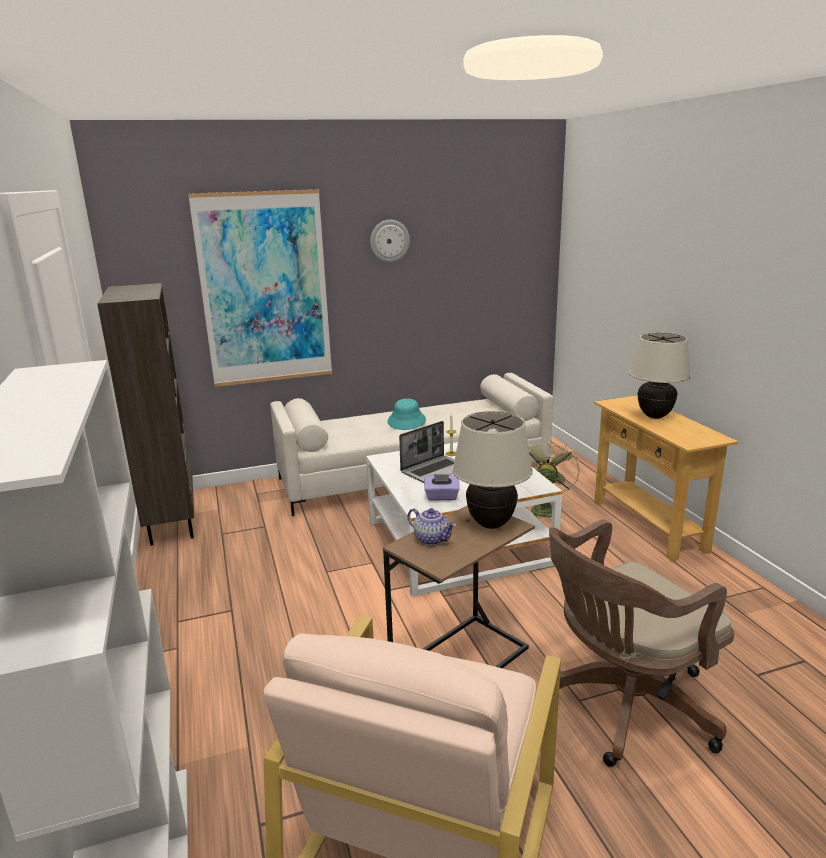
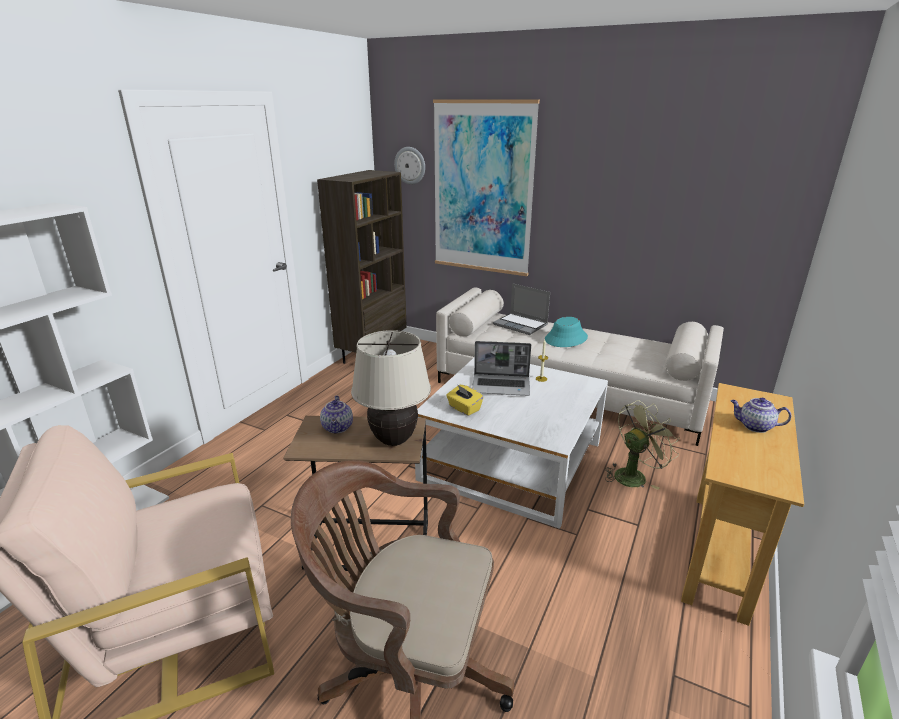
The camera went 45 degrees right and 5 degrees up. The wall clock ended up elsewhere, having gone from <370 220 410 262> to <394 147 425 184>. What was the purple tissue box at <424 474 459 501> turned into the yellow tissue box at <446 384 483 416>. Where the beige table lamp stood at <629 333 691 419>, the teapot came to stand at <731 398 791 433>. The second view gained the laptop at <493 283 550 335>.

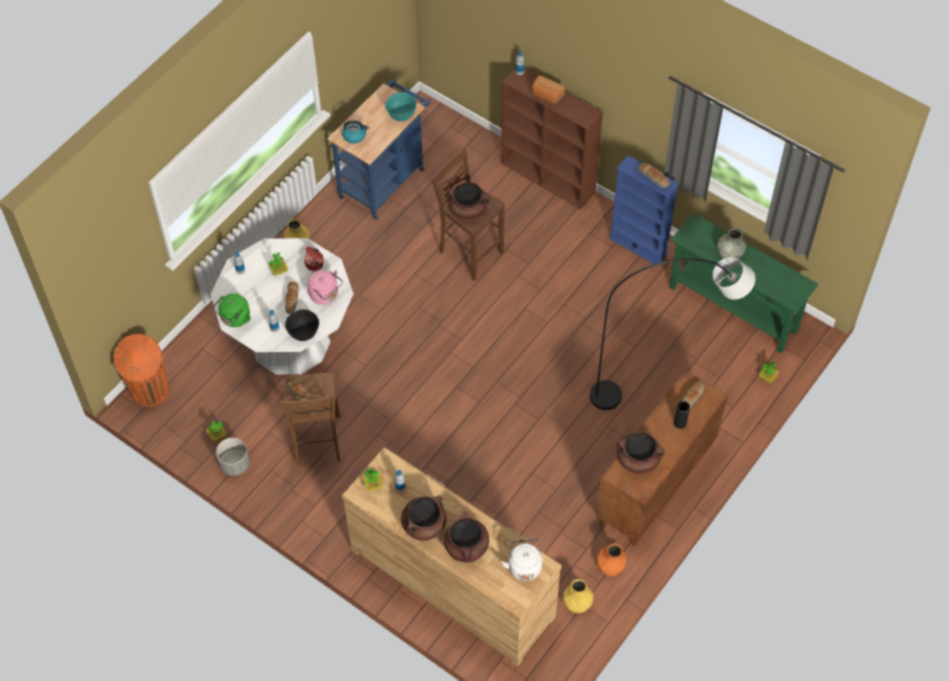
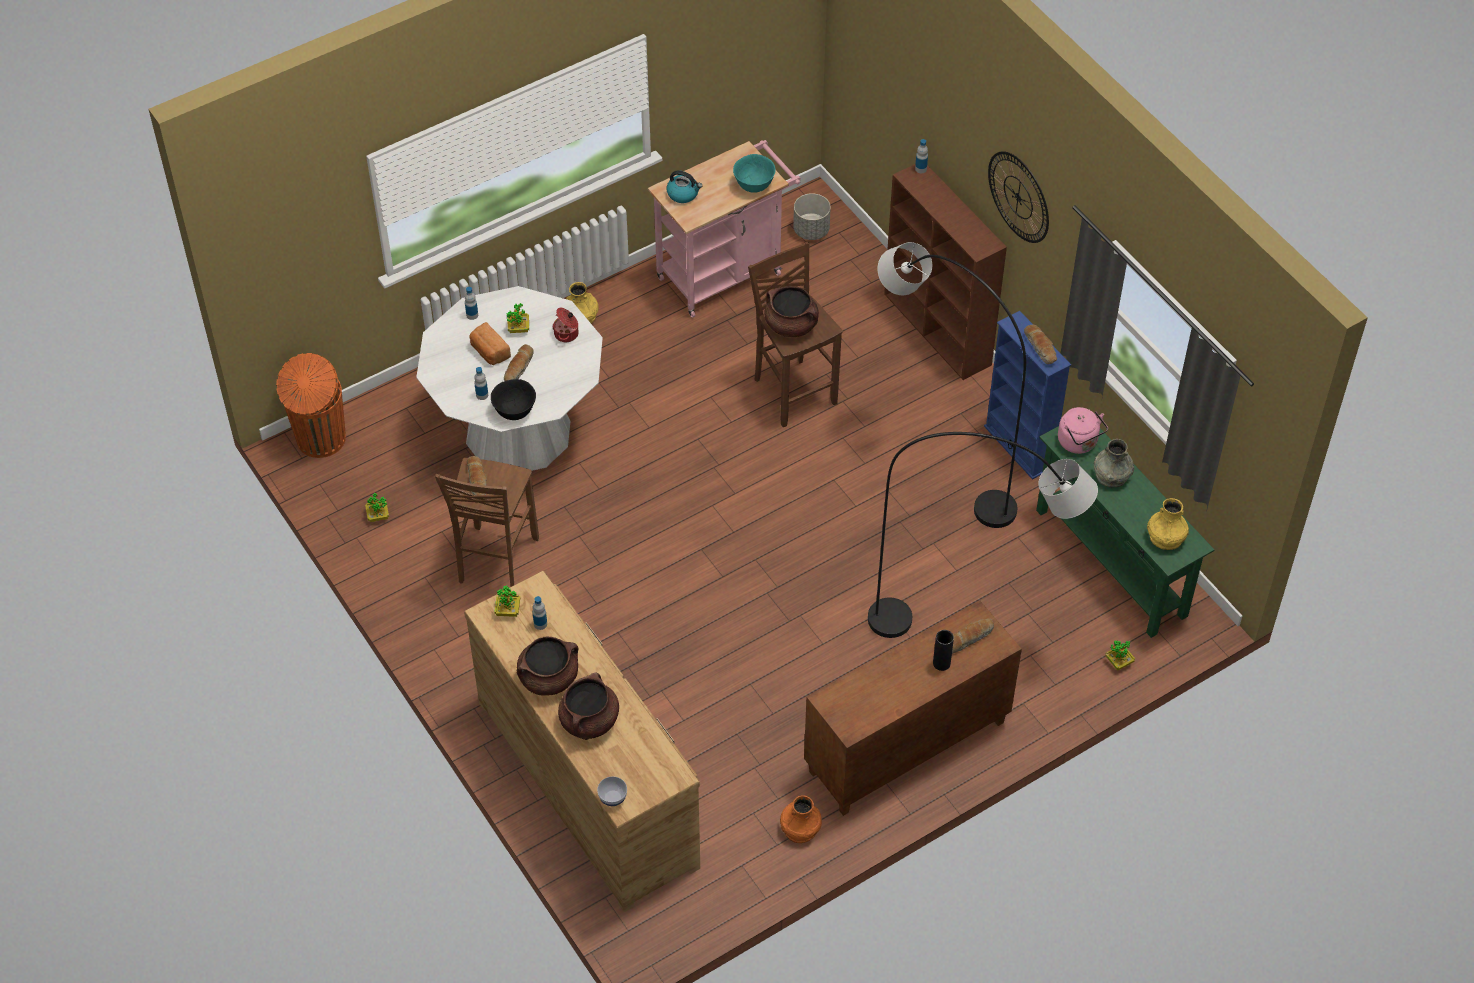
The camera went 20 degrees right and 5 degrees down. The second view lost the green kettle at <212 293 251 327>. The grey planter ended up elsewhere, having gone from <216 438 250 476> to <793 193 831 240>. The pink kettle ended up elsewhere, having gone from <308 270 343 305> to <1058 407 1108 454>. What was the blue cart at <328 79 431 220> turned into the pink cart at <648 140 801 318>. The second view lost the white kettle at <501 538 542 581>. The bread ended up elsewhere, having gone from <532 75 565 104> to <469 322 511 365>. The yellow vase ended up elsewhere, having gone from <563 579 593 613> to <1147 498 1189 550>. The second view lost the brown cooking pot at <617 432 664 474>. The second view gained the bowl at <597 777 627 806>. The second view gained the black floor lamp at <877 242 1026 528>. The second view gained the wall clock at <988 151 1049 243>.

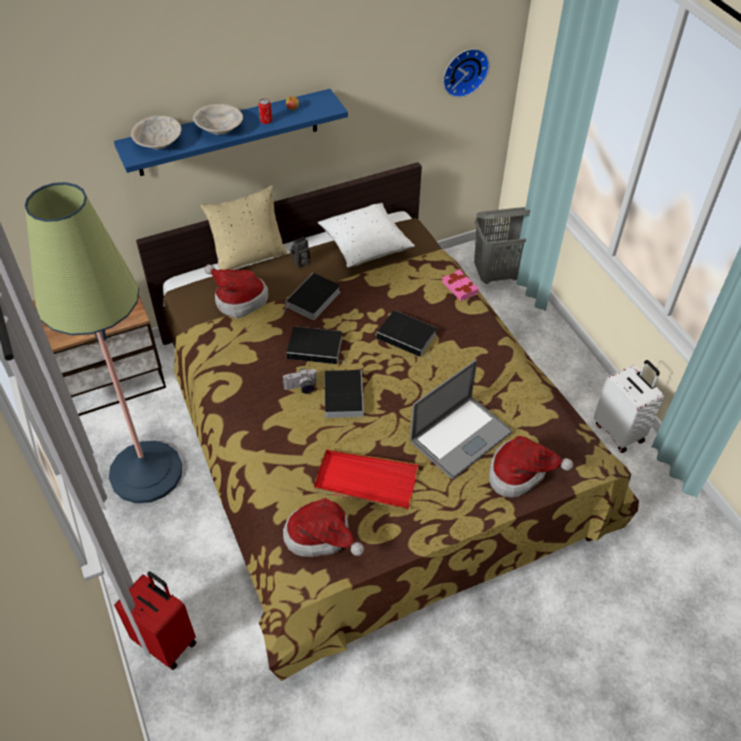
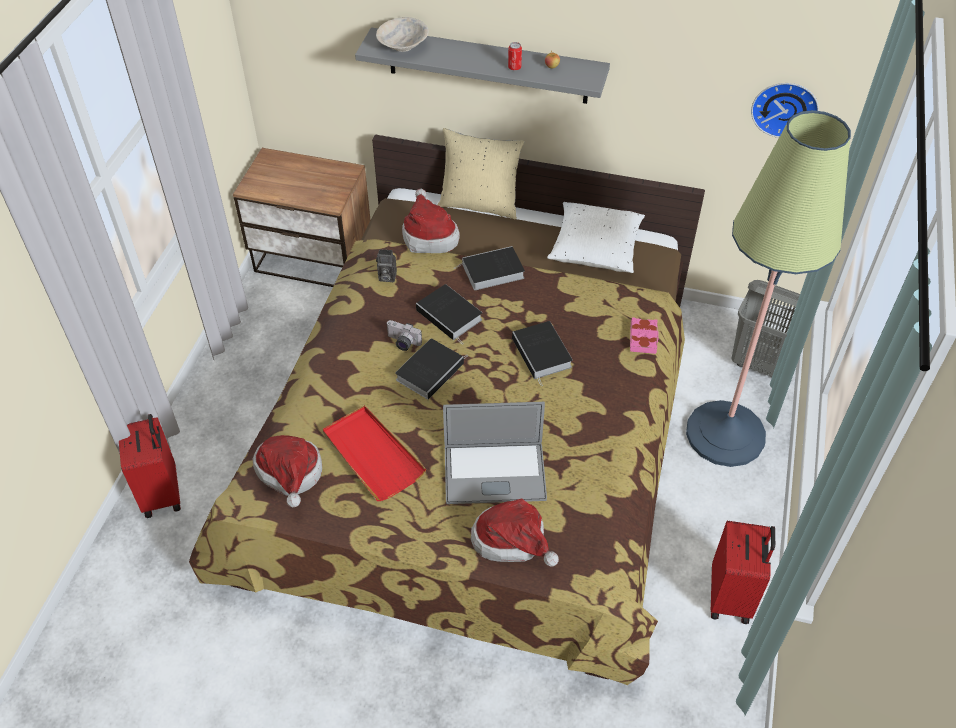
The camera went 40 degrees right and 0 degrees up. The floor lamp ended up elsewhere, having gone from <25 182 182 503> to <686 110 851 467>. What was the blue shelf at <114 89 348 176> turned into the grey shelf at <355 28 610 104>. The second view lost the beige bowl at <193 104 243 135>. The photo camera ended up elsewhere, having gone from <290 237 310 268> to <376 249 397 282>. What was the white suitcase at <594 360 664 453> turned into the red suitcase at <711 521 775 624>.

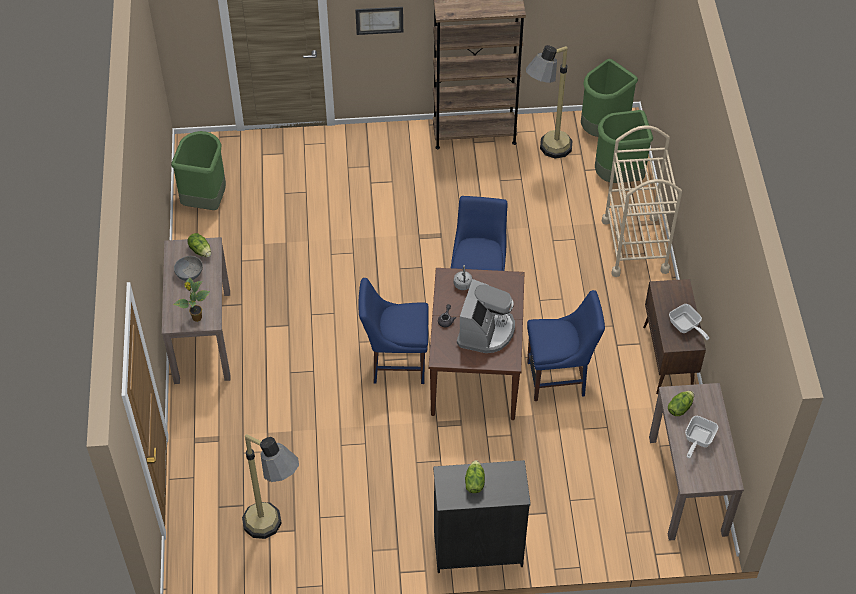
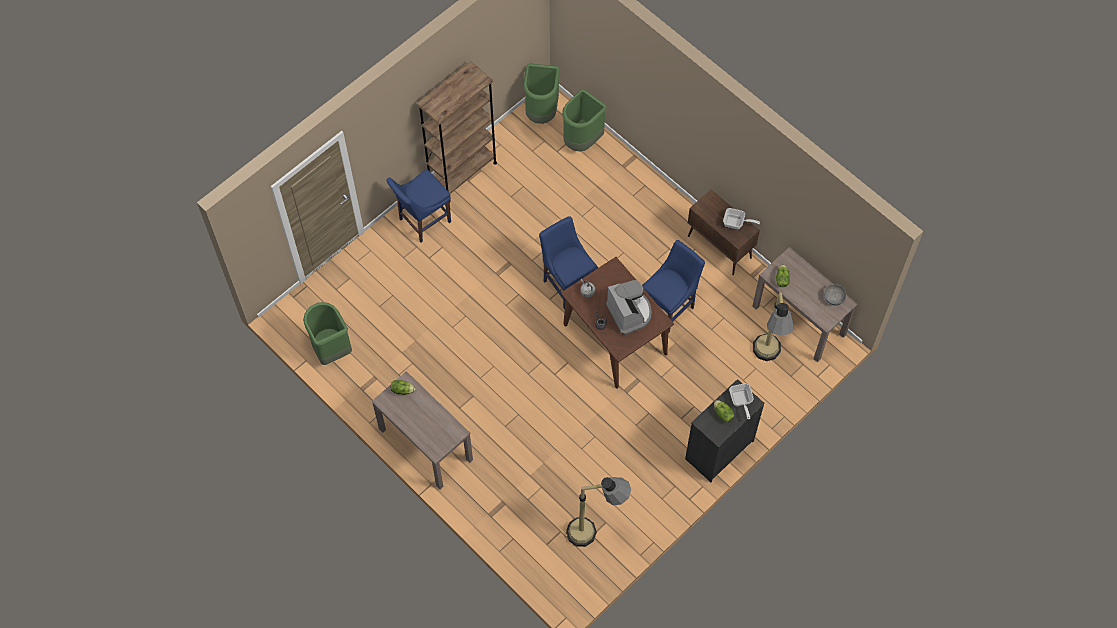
The camera went 40 degrees left and 10 degrees up. The second view lost the potted plant at <173 277 210 322>. The grey bowl ended up elsewhere, having gone from <174 256 203 281> to <824 284 846 305>. The second view lost the picture at <355 7 403 35>. The blue chair ended up elsewhere, having gone from <359 278 429 384> to <386 169 451 243>. The floor lamp ended up elsewhere, having gone from <526 45 573 159> to <753 292 794 361>. The second view lost the beige cart at <601 125 682 277>. The frying pan ended up elsewhere, having gone from <685 416 718 458> to <729 383 754 419>.

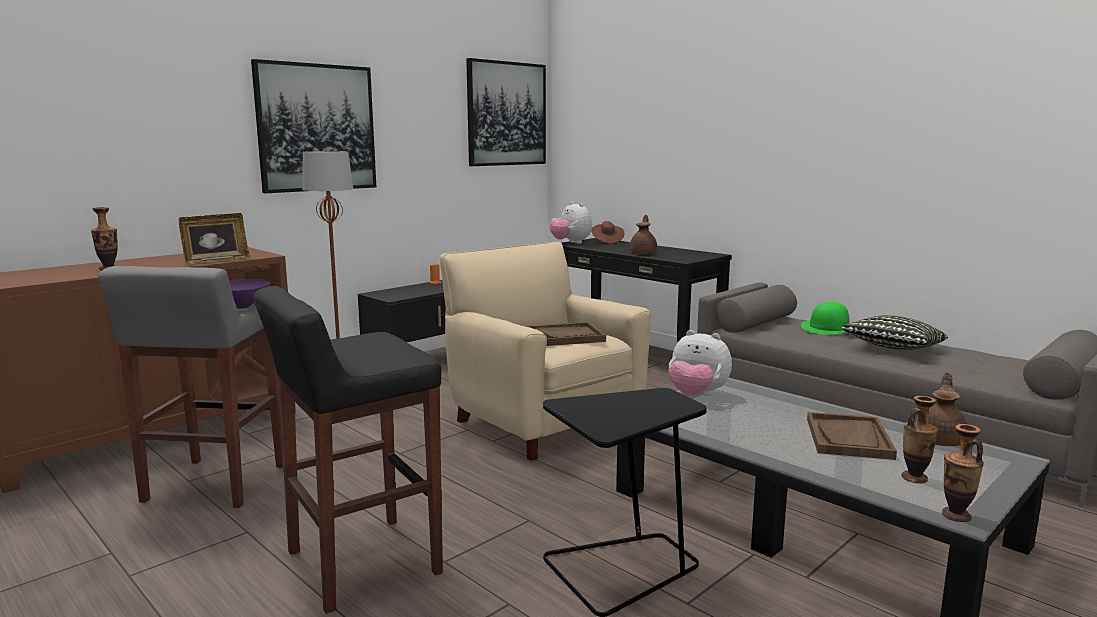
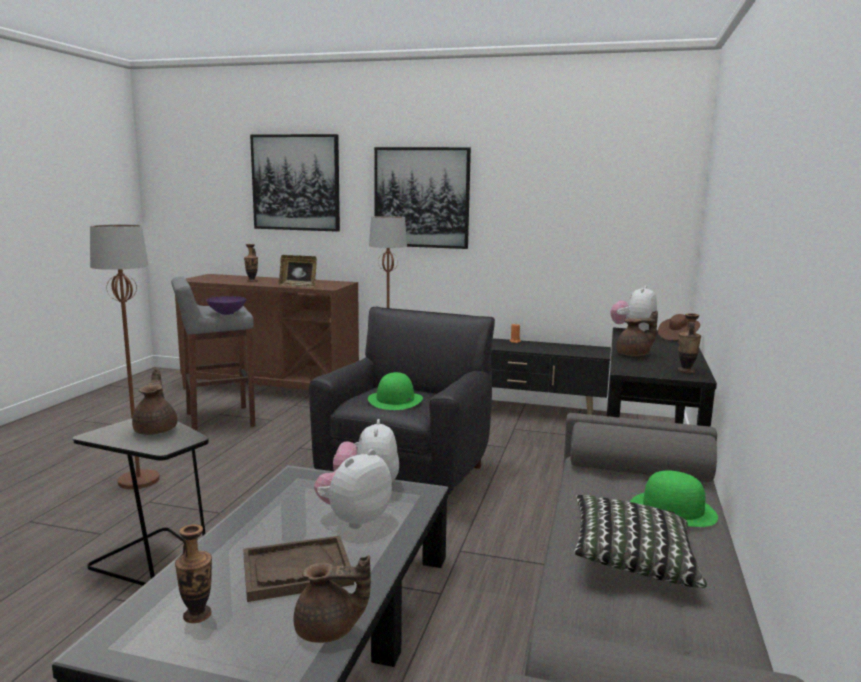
The camera went 60 degrees right and 0 degrees up. Where the black stool stood at <253 286 443 614>, the brown floor lamp came to stand at <90 224 160 489>. What was the beige armchair at <440 241 651 461> turned into the black armchair at <309 307 495 495>. The picture ended up elsewhere, having gone from <466 58 546 166> to <250 134 340 232>. Where the brown tray stood at <526 322 606 346>, the green hat came to stand at <368 372 423 410>. The vase ended up elsewhere, having gone from <942 424 984 522> to <678 313 701 373>. The second view gained the brown teapot at <132 368 177 435>. The second view gained the plush toy at <314 449 392 529>.

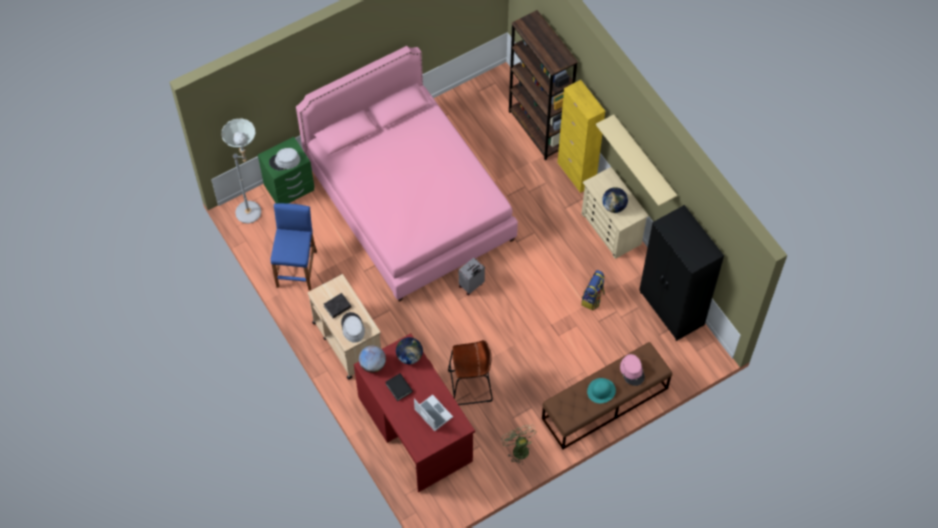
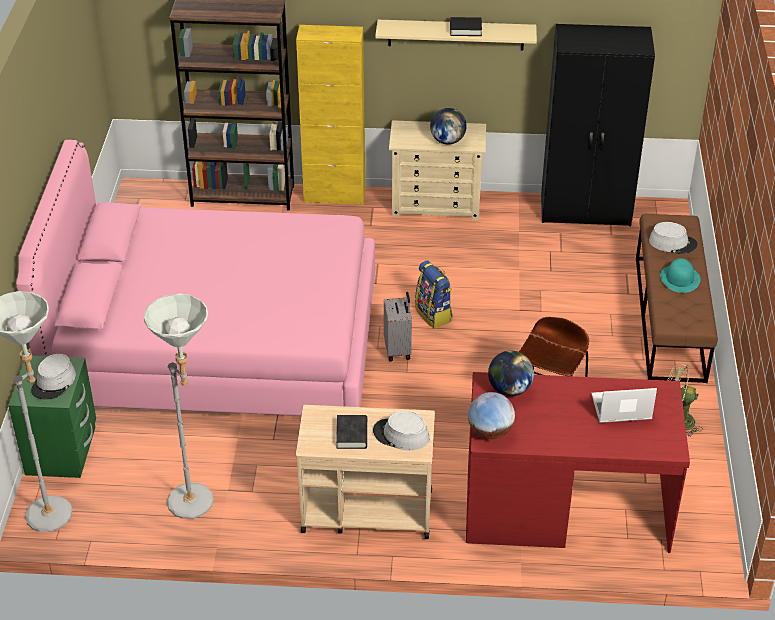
The camera went 55 degrees left and 20 degrees down. Where the blue stool stood at <271 203 317 291>, the grey floor lamp came to stand at <144 293 213 519>. The black book ended up elsewhere, having gone from <386 373 413 401> to <450 17 482 36>. The backpack ended up elsewhere, having gone from <581 270 605 310> to <415 261 453 328>. What was the pink hat at <620 354 645 386> turned into the grey hat at <649 222 698 254>.

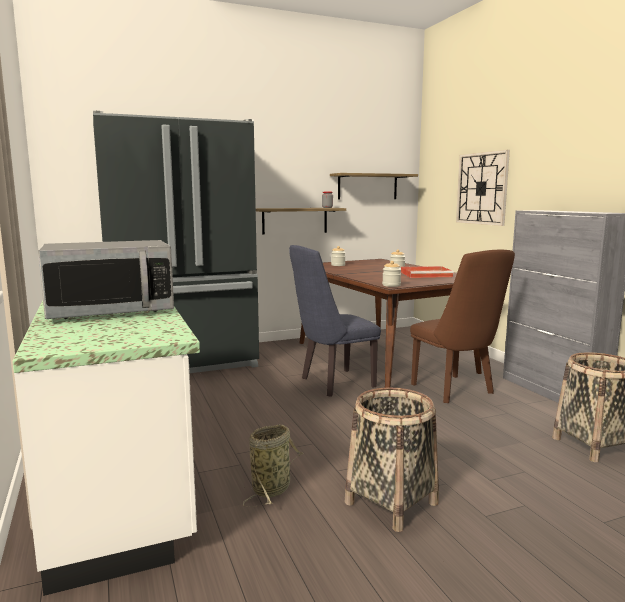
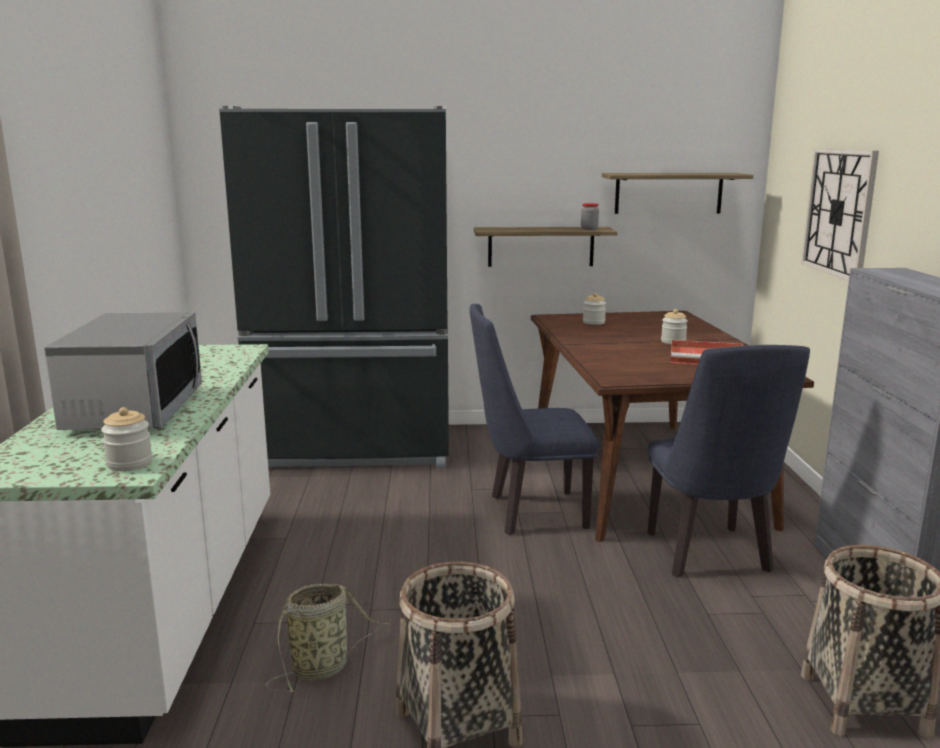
The camera went 20 degrees right and 5 degrees up. The microwave at <38 240 174 319> ended up facing another way, 90 degrees counterclockwise from before. The jar ended up elsewhere, having gone from <382 261 401 287> to <101 407 153 471>. What was the brown chair at <410 250 515 403> turned into the blue chair at <648 345 810 577>.

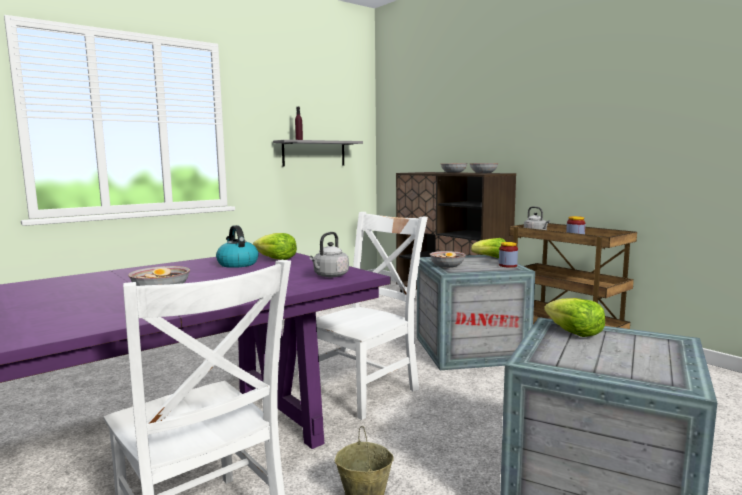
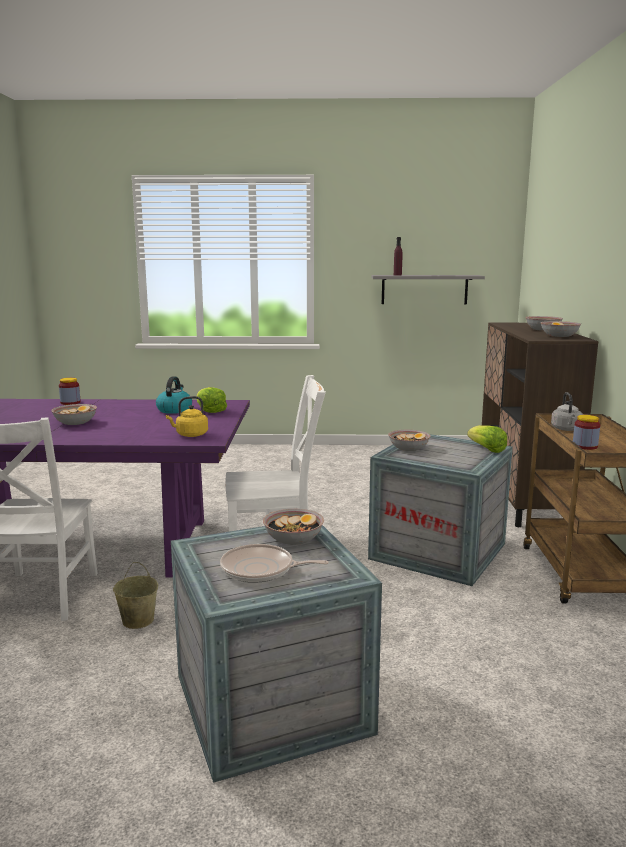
The camera went 40 degrees right and 5 degrees up. What was the grey kettle at <309 232 349 277> turned into the yellow kettle at <166 396 208 437>. The jar ended up elsewhere, having gone from <499 242 518 268> to <59 378 81 405>. Where the lettuce stood at <544 298 605 337>, the bowl came to stand at <263 509 324 545>. The second view gained the frying pan at <220 544 329 583>.

